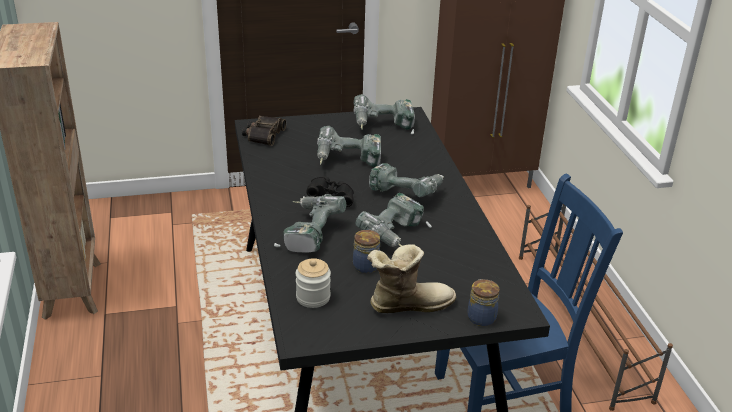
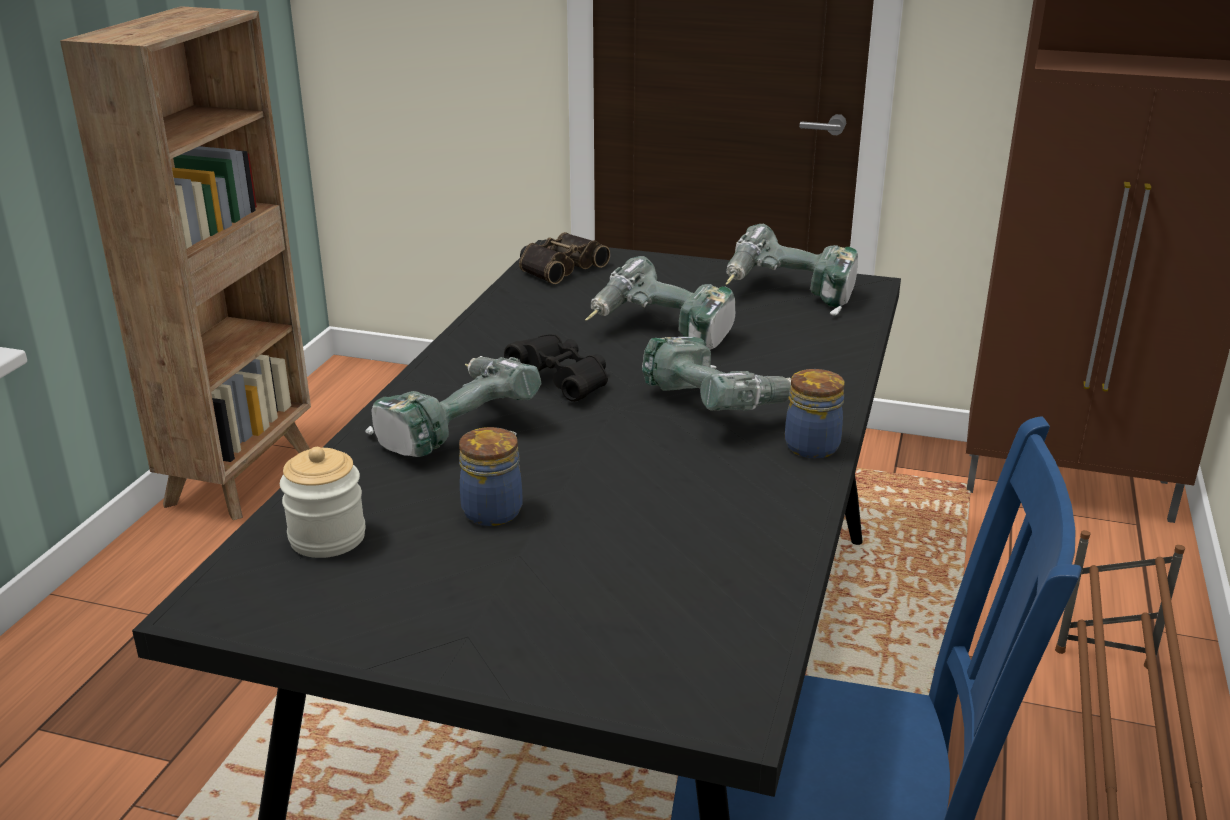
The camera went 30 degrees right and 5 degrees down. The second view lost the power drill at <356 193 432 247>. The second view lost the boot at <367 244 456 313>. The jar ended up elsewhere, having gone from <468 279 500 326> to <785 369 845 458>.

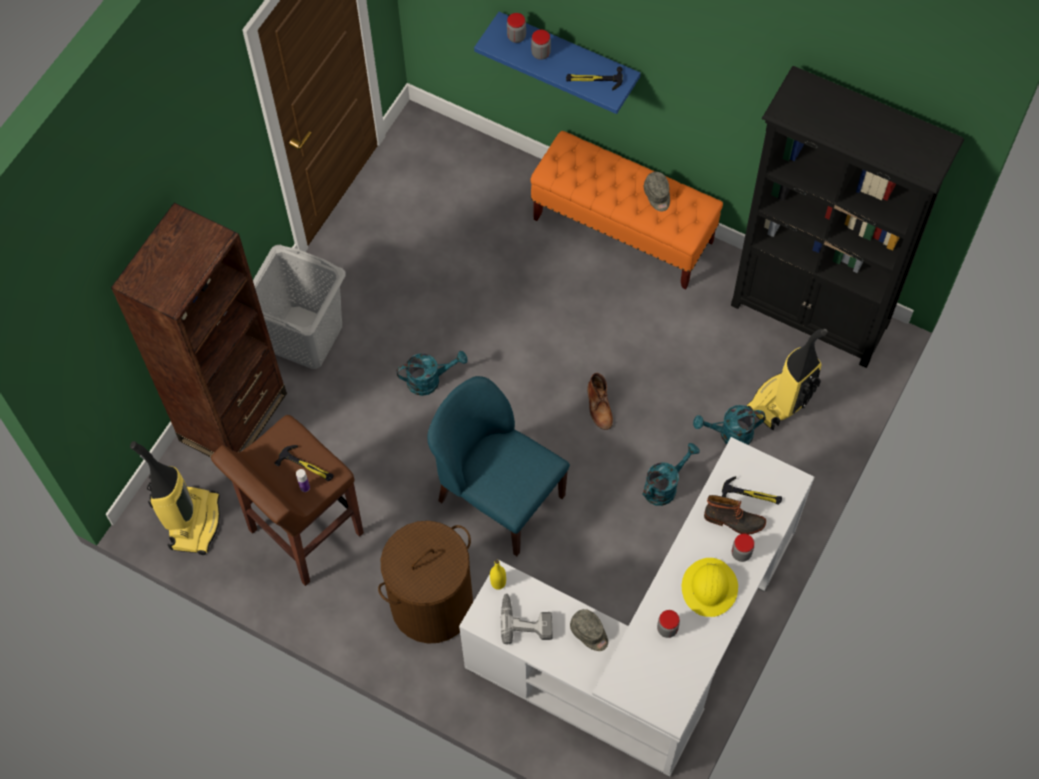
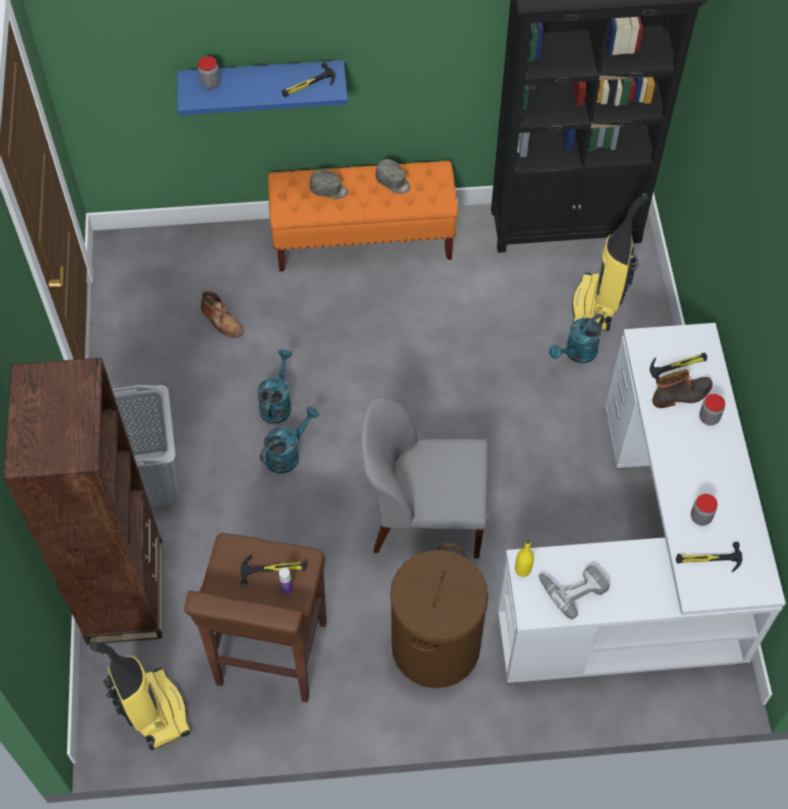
The camera went 35 degrees left and 5 degrees down. What was the blue chair at <427 376 570 556> turned into the grey chair at <361 397 489 559>. The second view lost the jar at <531 29 551 60>. The grey cap ended up elsewhere, having gone from <570 609 608 651> to <309 170 348 199>. The brown boot ended up elsewhere, having gone from <587 373 613 430> to <201 291 244 338>. The turquoise watering can ended up elsewhere, having gone from <643 443 700 506> to <257 349 292 424>. The second view lost the yellow hard hat at <682 558 738 617>. The second view gained the hammer at <676 542 743 572>.

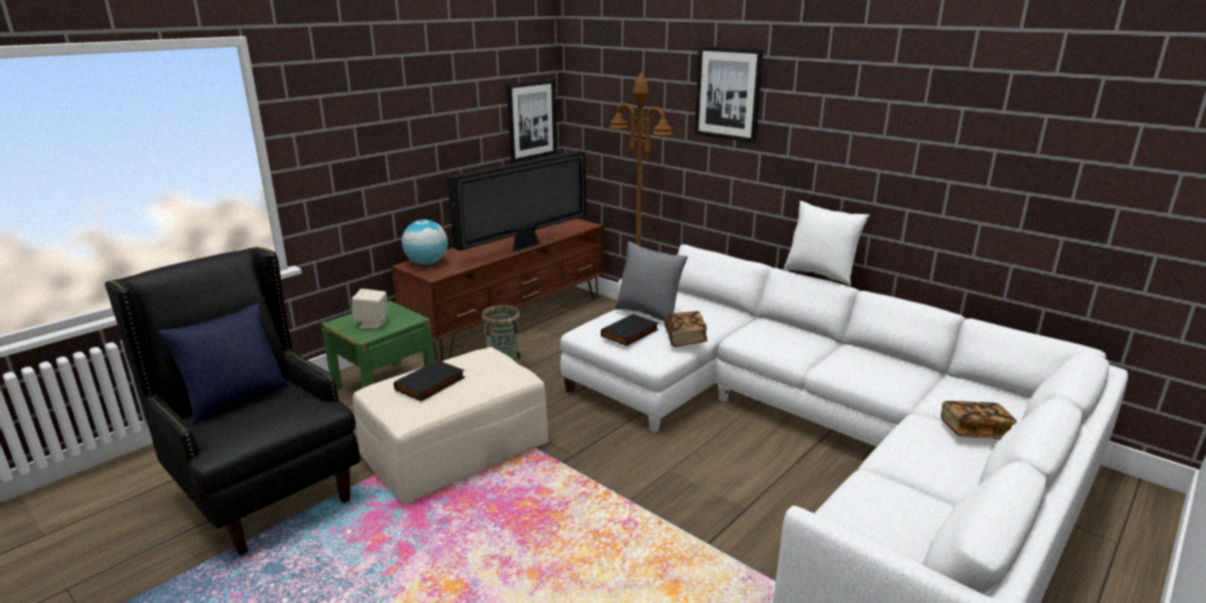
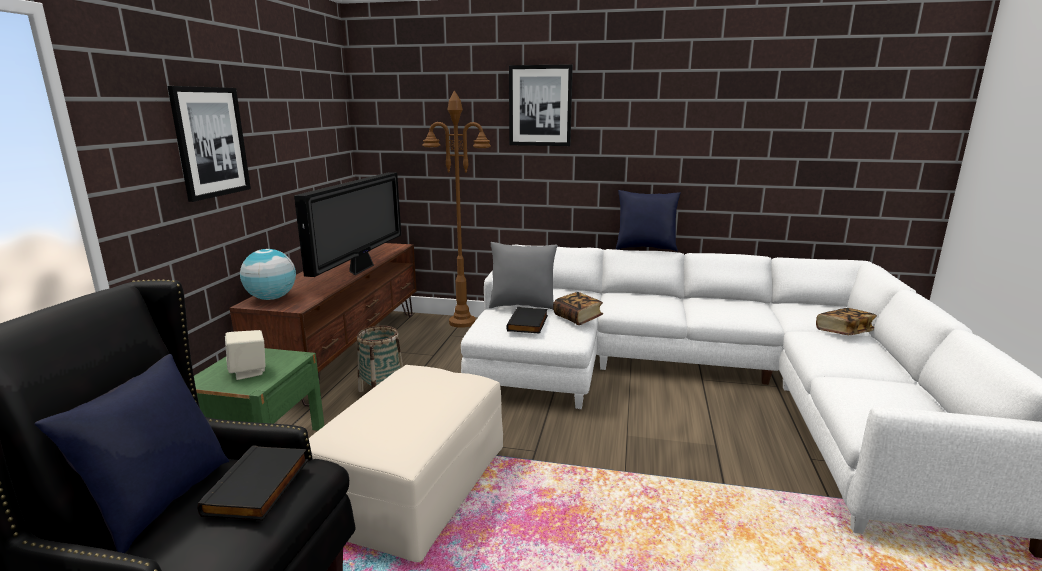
The camera went 30 degrees left and 5 degrees down. The black book ended up elsewhere, having gone from <394 360 465 401> to <197 445 308 521>. The picture ended up elsewhere, having gone from <507 79 557 163> to <167 86 251 202>. What was the white pillow at <783 201 870 286> turned into the blue pillow at <616 190 681 252>.

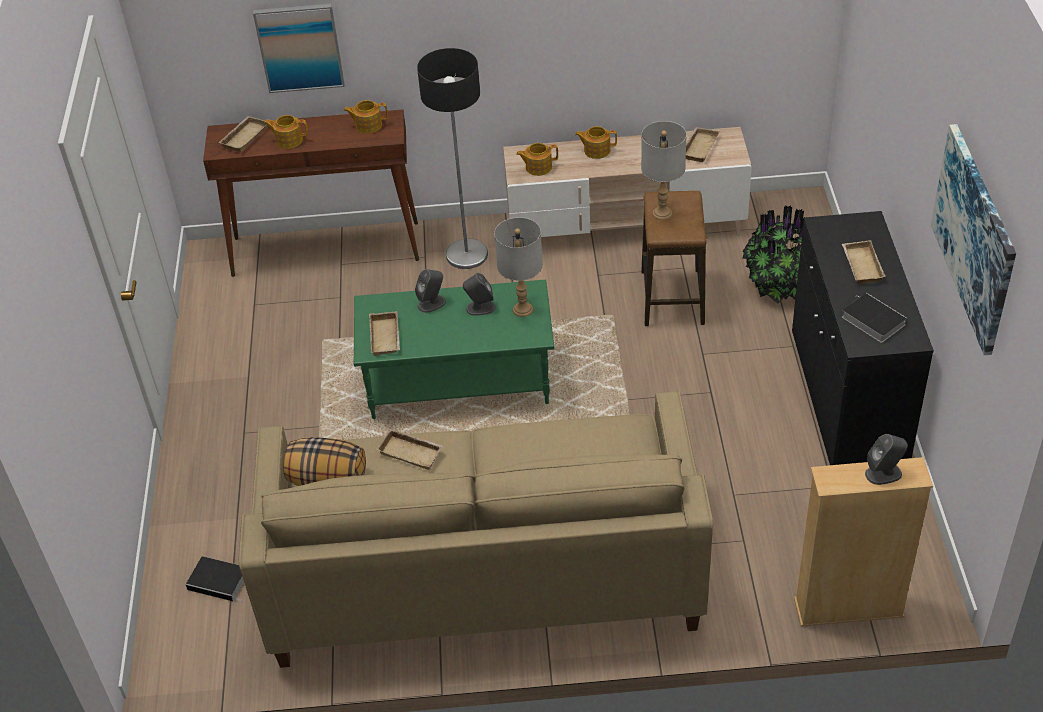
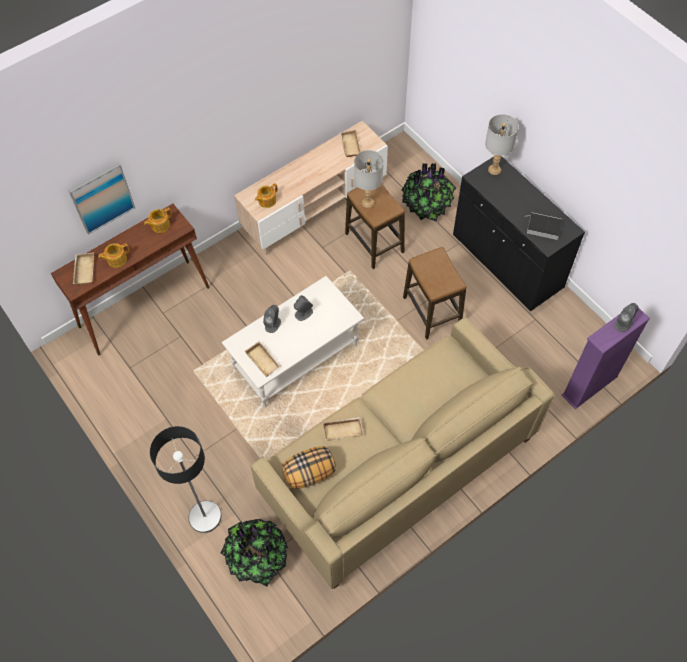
The camera went 35 degrees left and 15 degrees up. Where the book stood at <186 556 244 602>, the potted plant came to stand at <221 519 288 586>. What was the green coffee table at <354 280 554 419> turned into the white coffee table at <222 276 364 407>. The floor lamp ended up elsewhere, having gone from <417 48 488 269> to <150 426 222 533>. The grey table lamp ended up elsewhere, having gone from <494 217 543 317> to <485 114 519 175>. The second view lost the teapot at <575 126 617 159>. What was the beige bookcase at <794 457 933 627> turned into the purple bookcase at <562 309 650 409>. The second view lost the beige tray at <842 240 886 284>. The second view lost the picture at <931 124 1016 355>. The second view gained the stool at <403 247 466 340>.

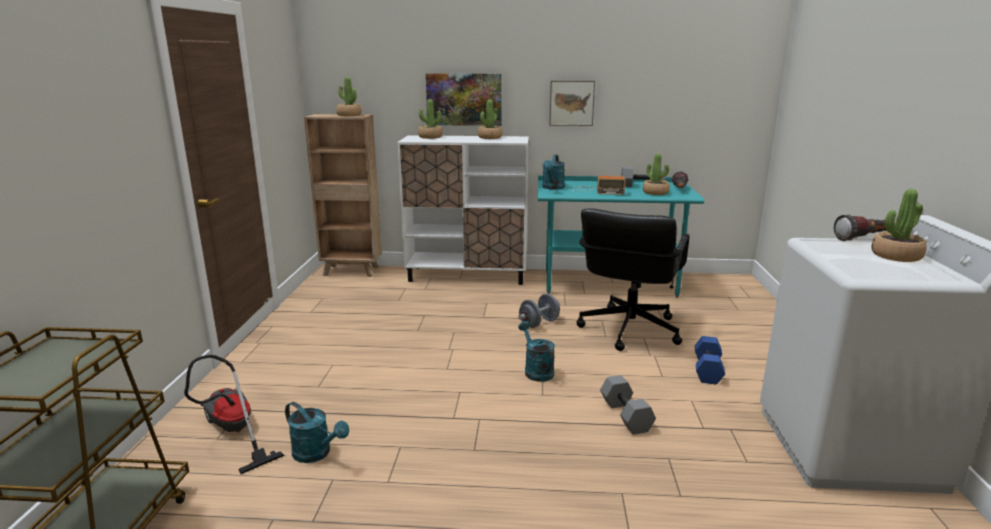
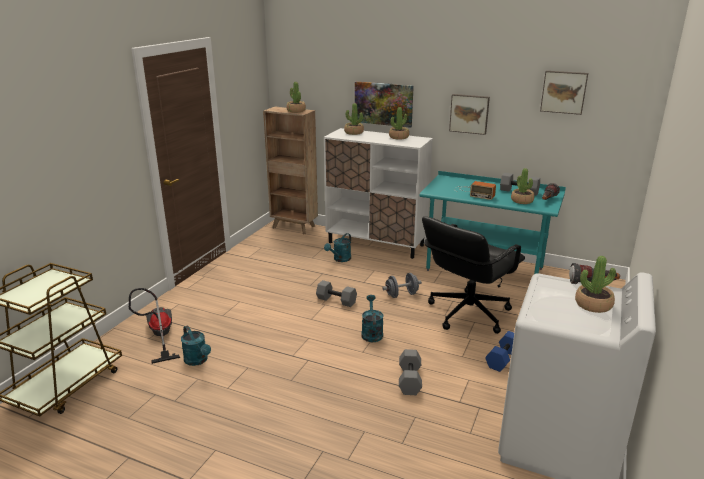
The camera went 20 degrees right and 5 degrees up. The turquoise watering can ended up elsewhere, having gone from <542 155 565 189> to <324 233 351 262>. The second view gained the grey dumbbell at <316 280 357 307>. The second view gained the picture at <540 71 588 115>.

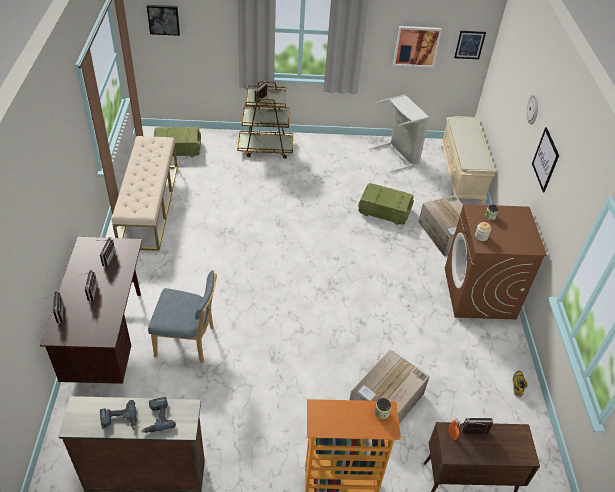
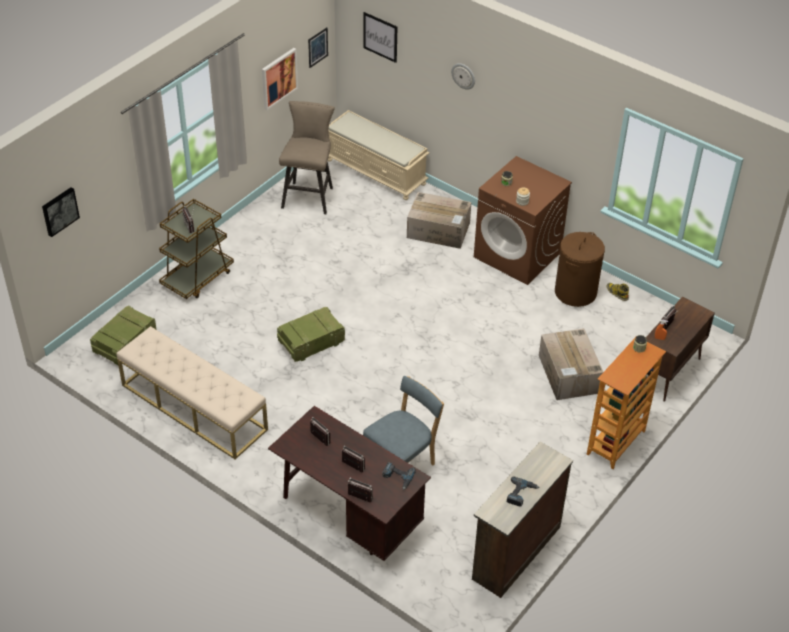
The camera went 50 degrees left and 0 degrees up. The power drill ended up elsewhere, having gone from <141 397 176 433> to <382 462 416 490>. The crate ended up elsewhere, having gone from <358 183 414 225> to <277 307 345 362>. Where the grey laundry basket stood at <369 94 430 173>, the beige stool came to stand at <279 101 335 214>. The picture ended up elsewhere, having gone from <532 127 559 192> to <363 12 397 63>. The second view gained the brown laundry basket at <555 232 605 307>.

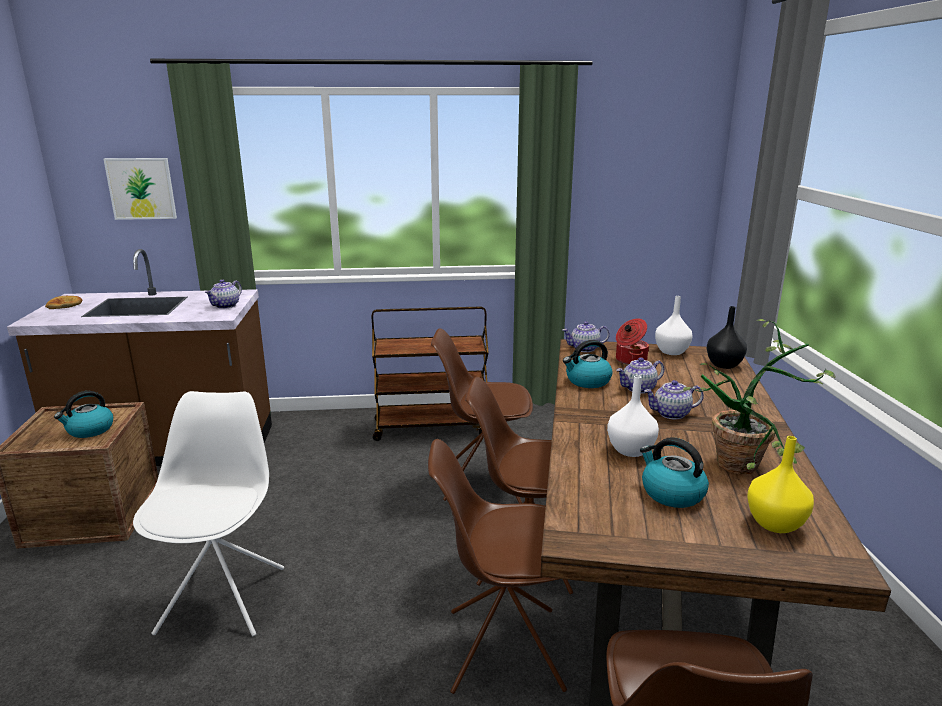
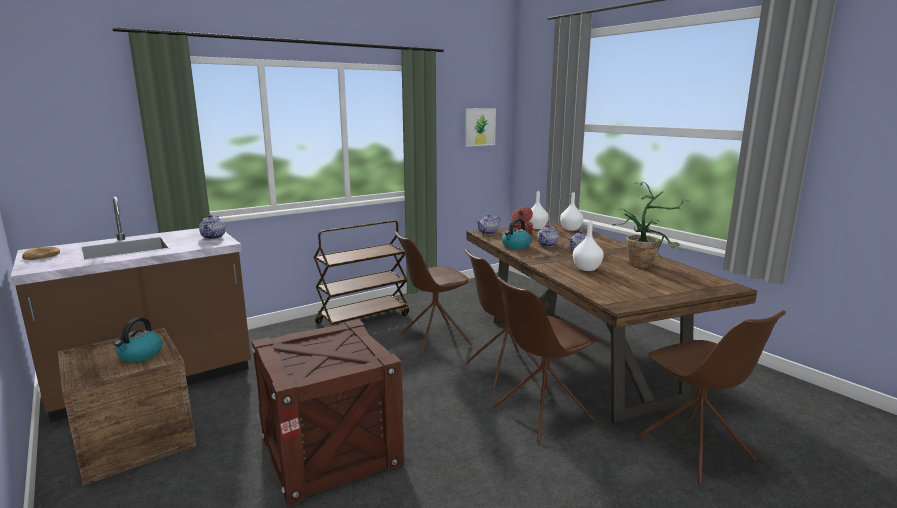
The camera went 30 degrees left and 5 degrees down. The picture ended up elsewhere, having gone from <104 158 177 220> to <465 108 496 147>. Where the white chair stood at <133 391 284 636>, the crate came to stand at <252 319 404 506>. The second view lost the kettle at <640 437 709 508>. What was the black vase at <707 306 747 369> turned into the white vase at <560 192 583 231>. The second view lost the yellow vase at <747 436 814 533>.

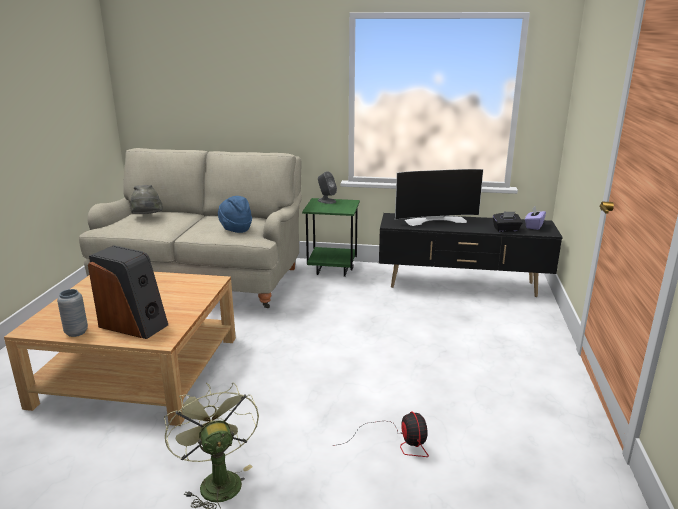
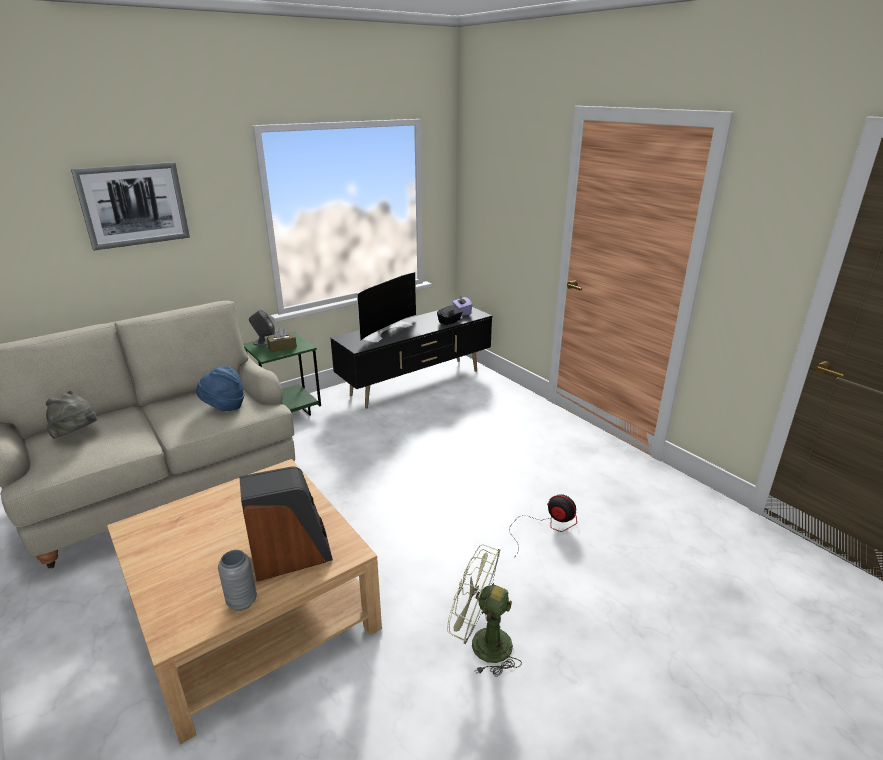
The camera went 45 degrees left and 5 degrees up. The second view gained the picture at <71 162 190 251>. The second view gained the brown tissue box at <267 327 297 352>.

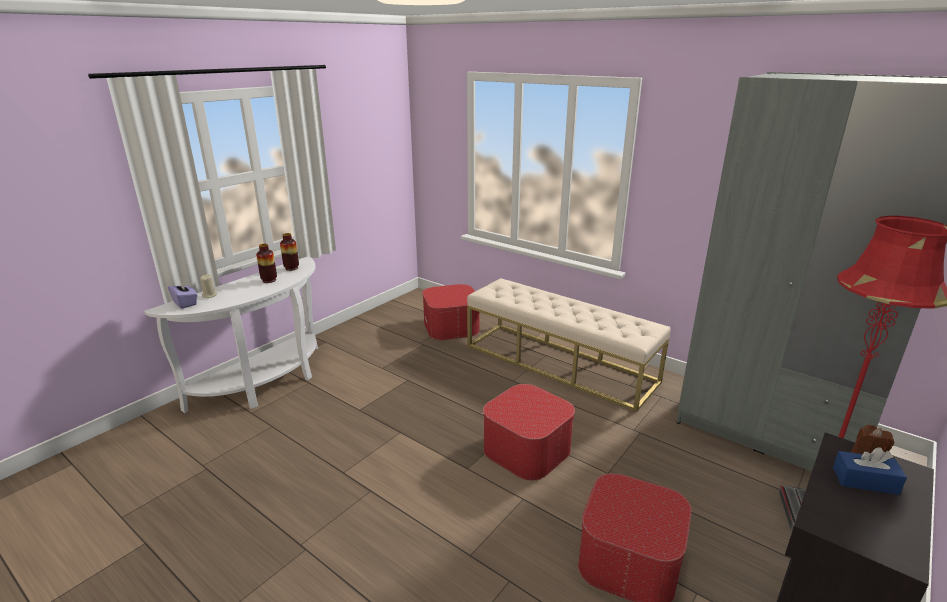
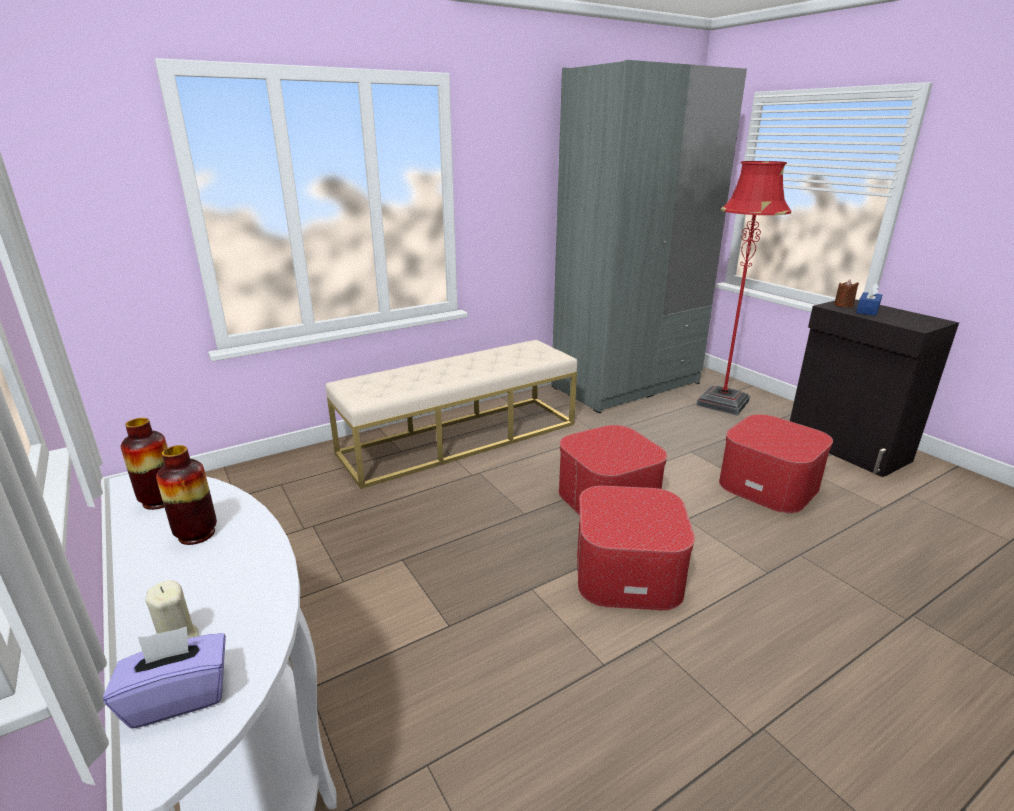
The camera went 70 degrees left and 0 degrees up. The ottoman ended up elsewhere, having gone from <422 284 480 340> to <577 486 695 610>.

